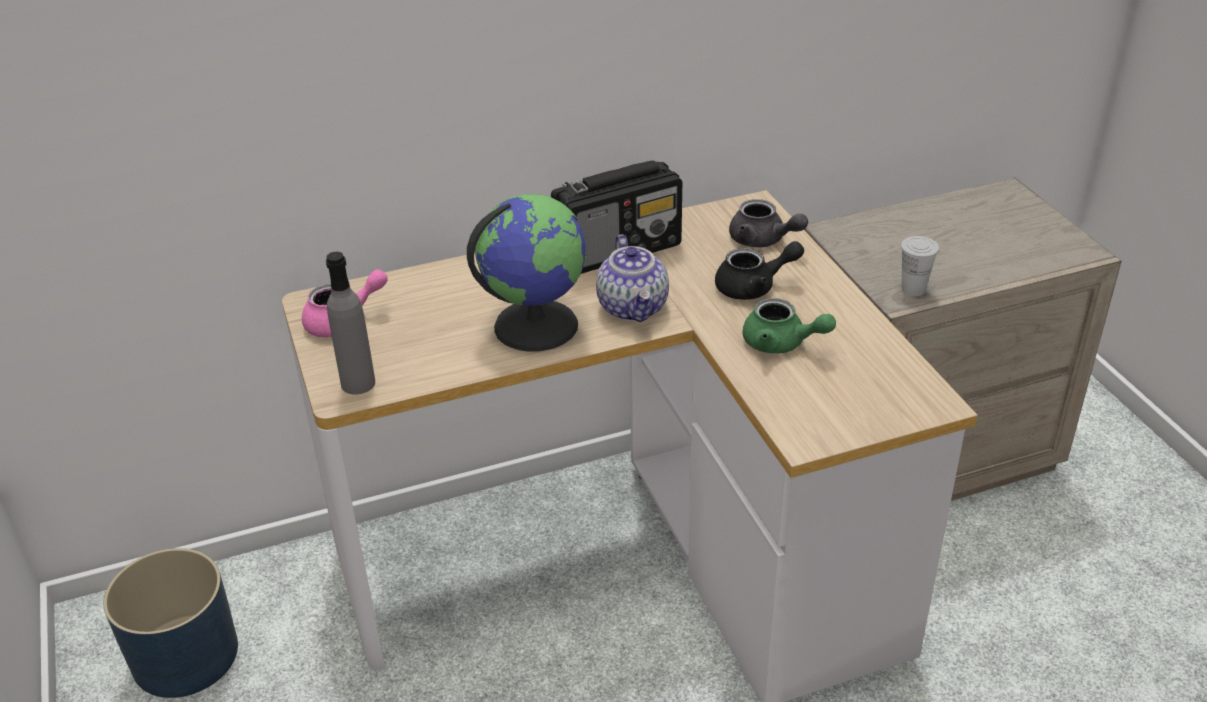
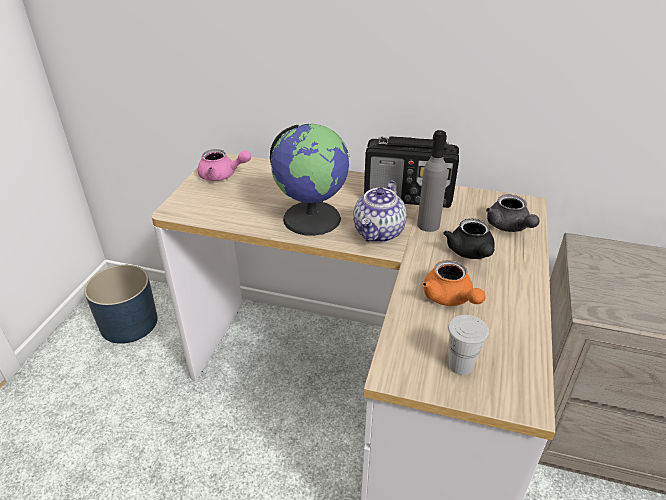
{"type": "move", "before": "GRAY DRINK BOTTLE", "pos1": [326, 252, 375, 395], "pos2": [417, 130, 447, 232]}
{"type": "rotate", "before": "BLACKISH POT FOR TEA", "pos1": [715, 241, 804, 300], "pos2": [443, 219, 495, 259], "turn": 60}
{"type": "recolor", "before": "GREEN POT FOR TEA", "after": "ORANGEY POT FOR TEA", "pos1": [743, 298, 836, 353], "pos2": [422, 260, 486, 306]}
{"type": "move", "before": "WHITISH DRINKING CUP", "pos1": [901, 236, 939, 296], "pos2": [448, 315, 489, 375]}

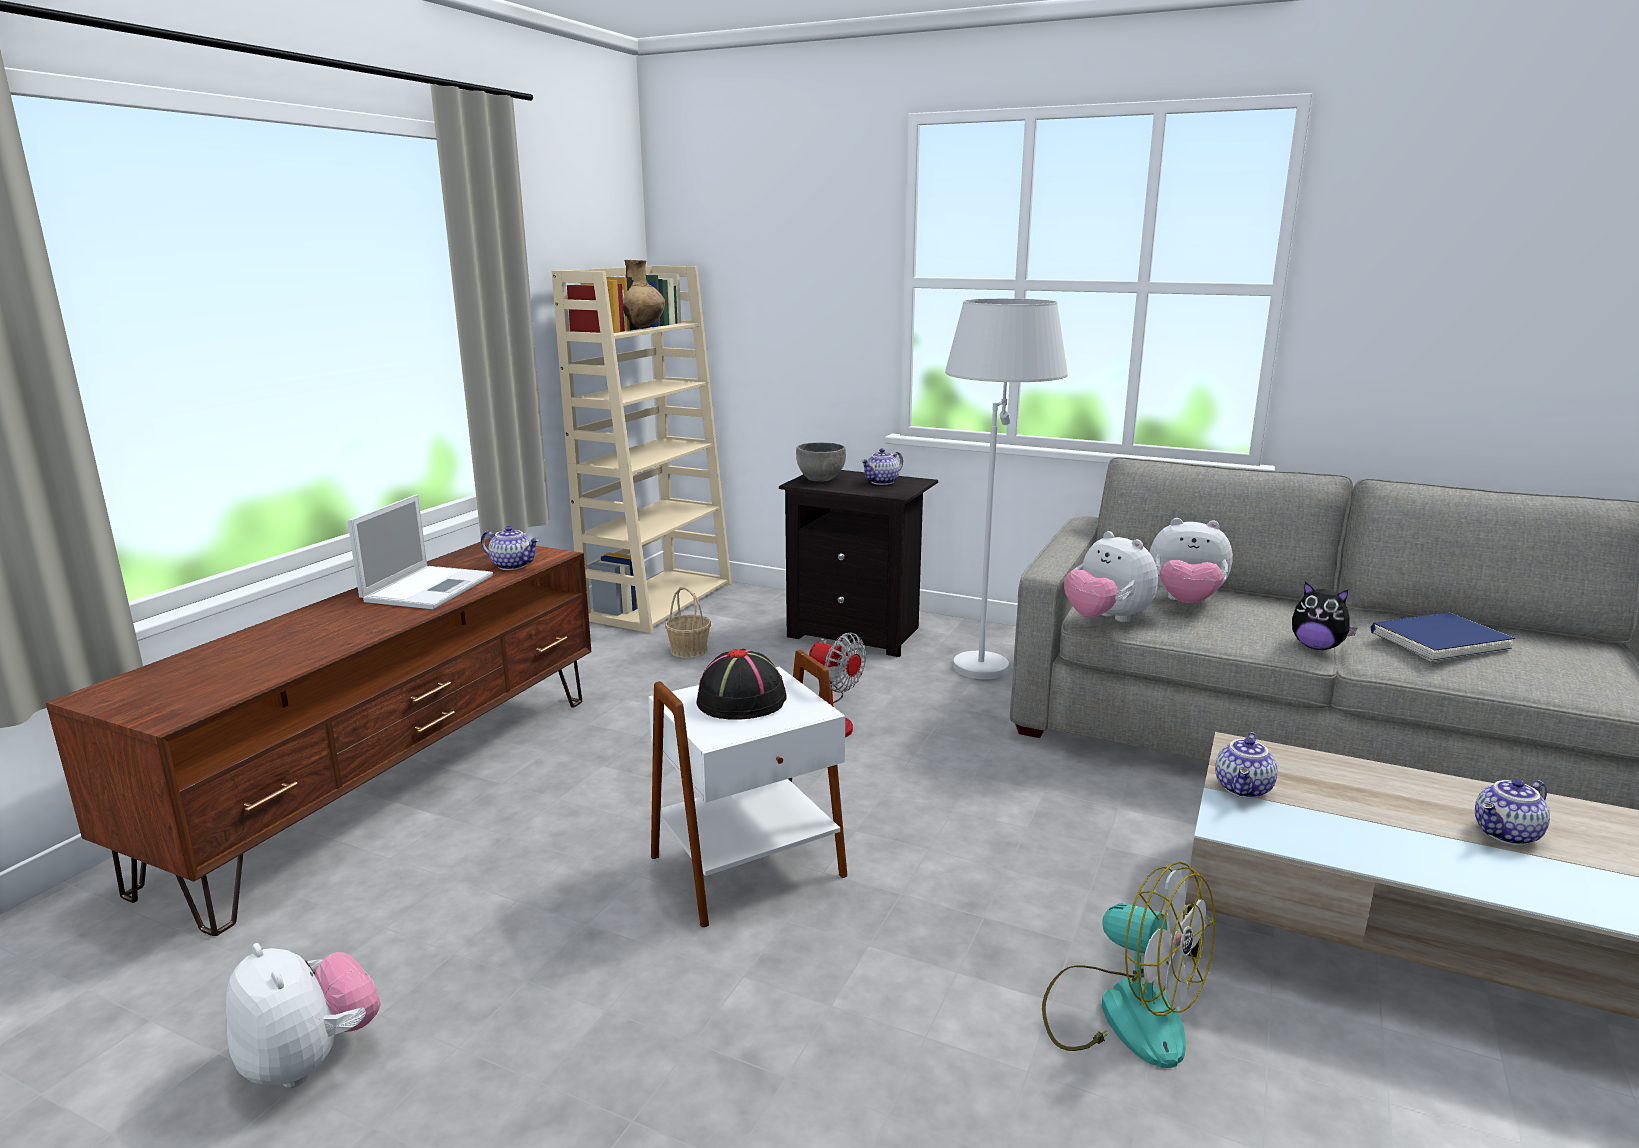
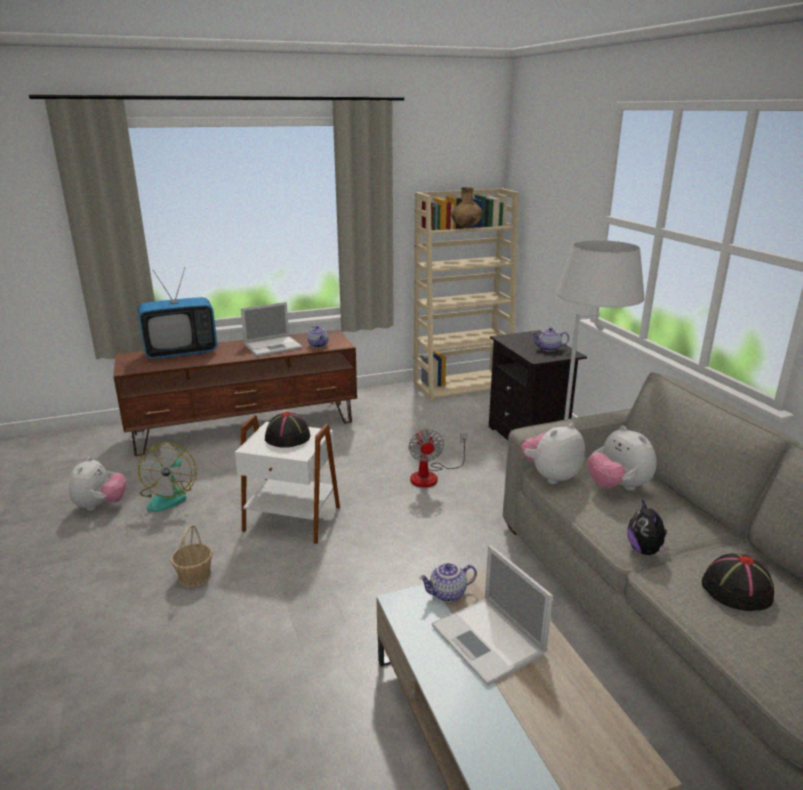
{"type": "move", "before": "HOUSEHOLD BASKET", "pos1": [665, 586, 711, 658], "pos2": [171, 524, 213, 587]}
{"type": "delete", "before": "GRAY BOWL", "pos1": [796, 443, 846, 482]}
{"type": "move", "before": "COOLING FAN", "pos1": [1042, 861, 1215, 1068], "pos2": [138, 442, 197, 512]}
{"type": "rotate", "before": "PLUSH TOY", "pos1": [1064, 531, 1158, 622], "pos2": [521, 423, 585, 484], "turn": 45}
{"type": "replace", "before": "BLUE-COLOURED BOOK", "after": "BLACKISH CLOTHING HAT", "pos1": [1371, 612, 1515, 662], "pos2": [702, 553, 774, 611]}
{"type": "delete", "before": "POT FOR TEA", "pos1": [1475, 779, 1550, 846]}
{"type": "insert", "after": "TV SET", "pos2": [138, 267, 218, 359]}
{"type": "insert", "after": "PORTABLE COMPUTER", "pos2": [432, 545, 553, 686]}

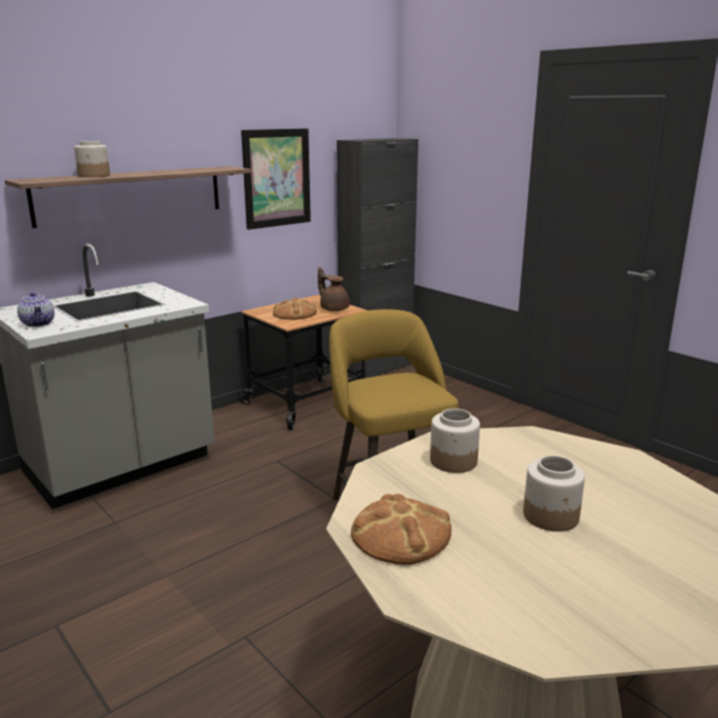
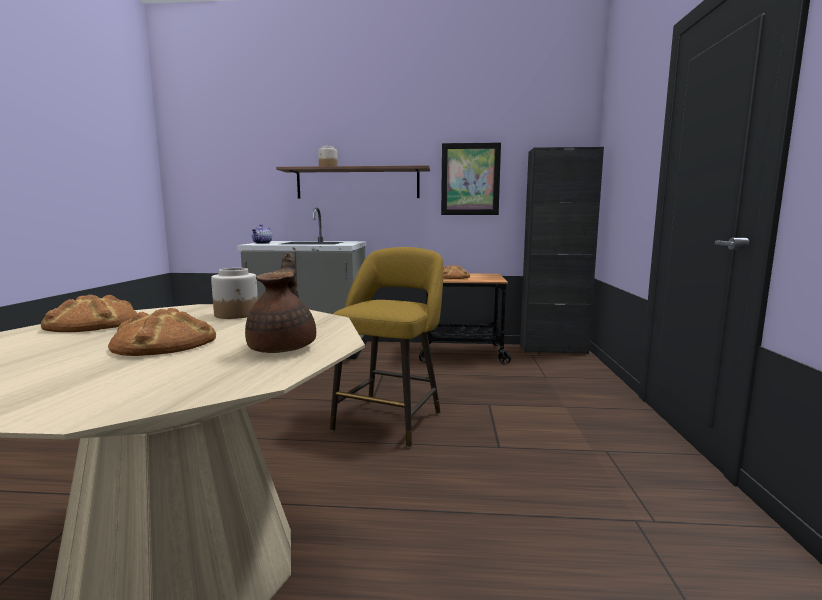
{"type": "move", "before": "BROWN POT FOR TEA", "pos1": [318, 267, 350, 311], "pos2": [245, 253, 316, 353]}
{"type": "replace", "before": "JAR", "after": "BAKED BREAD", "pos1": [523, 455, 585, 532], "pos2": [108, 308, 216, 356]}

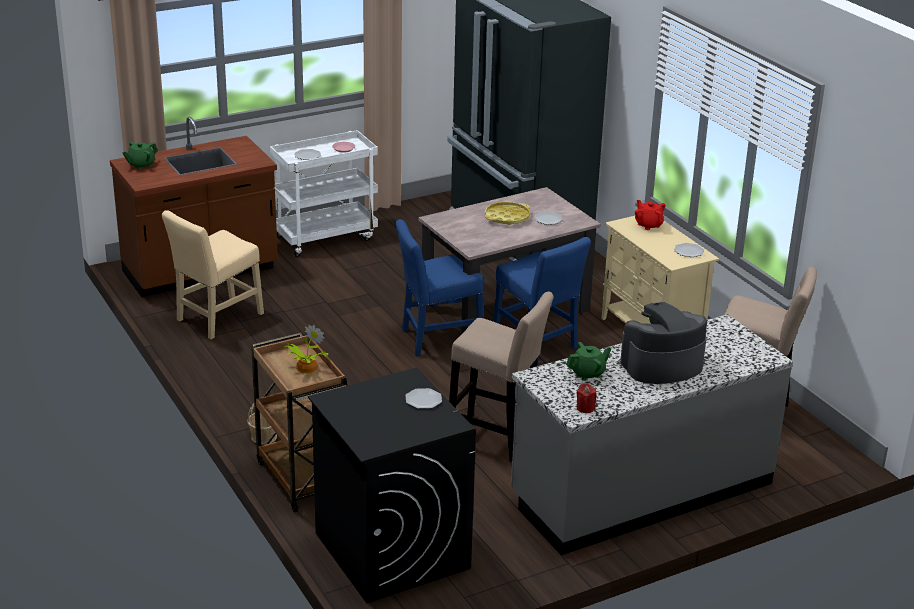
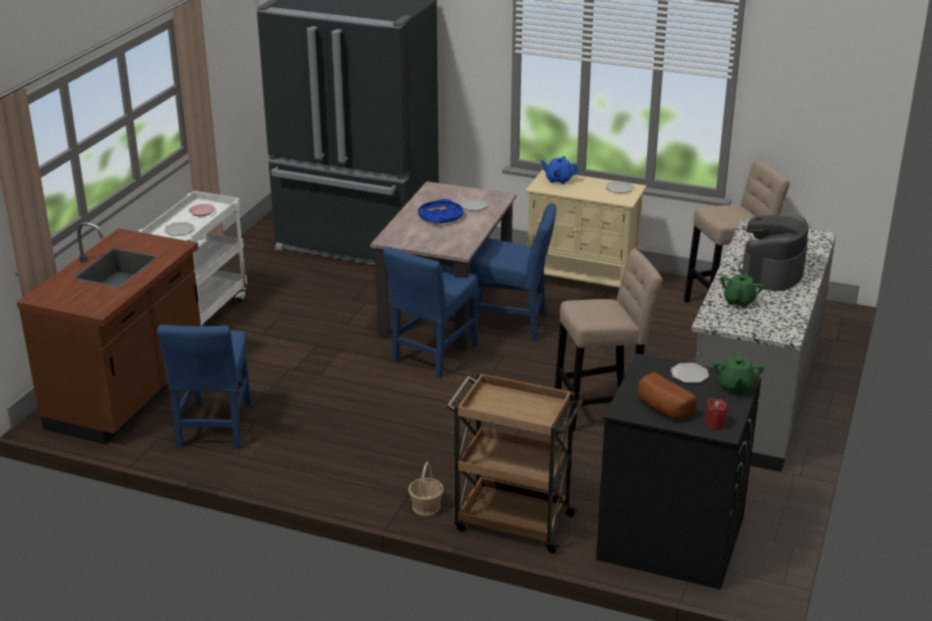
{"type": "move", "before": "GREEN POT FOR TEA", "pos1": [122, 142, 158, 170], "pos2": [713, 351, 764, 394]}
{"type": "recolor", "before": "BEIGE CHAIR", "after": "BLUE-COLOURED CHAIR", "pos1": [162, 210, 264, 339], "pos2": [157, 325, 252, 449]}
{"type": "delete", "before": "PLANT IN A POT", "pos1": [284, 325, 329, 373]}
{"type": "recolor", "before": "YELLOW CARRYING TRAY", "after": "BLUE-COLOURED CARRYING TRAY", "pos1": [485, 202, 530, 225], "pos2": [418, 199, 463, 223]}
{"type": "move", "before": "RED CANDLE", "pos1": [577, 383, 596, 413], "pos2": [705, 398, 727, 430]}
{"type": "recolor", "before": "RED POT FOR TEA", "after": "BLUE-COLOURED POT FOR TEA", "pos1": [635, 200, 666, 230], "pos2": [541, 156, 578, 185]}
{"type": "insert", "after": "BAKED BREAD", "pos2": [638, 372, 697, 420]}

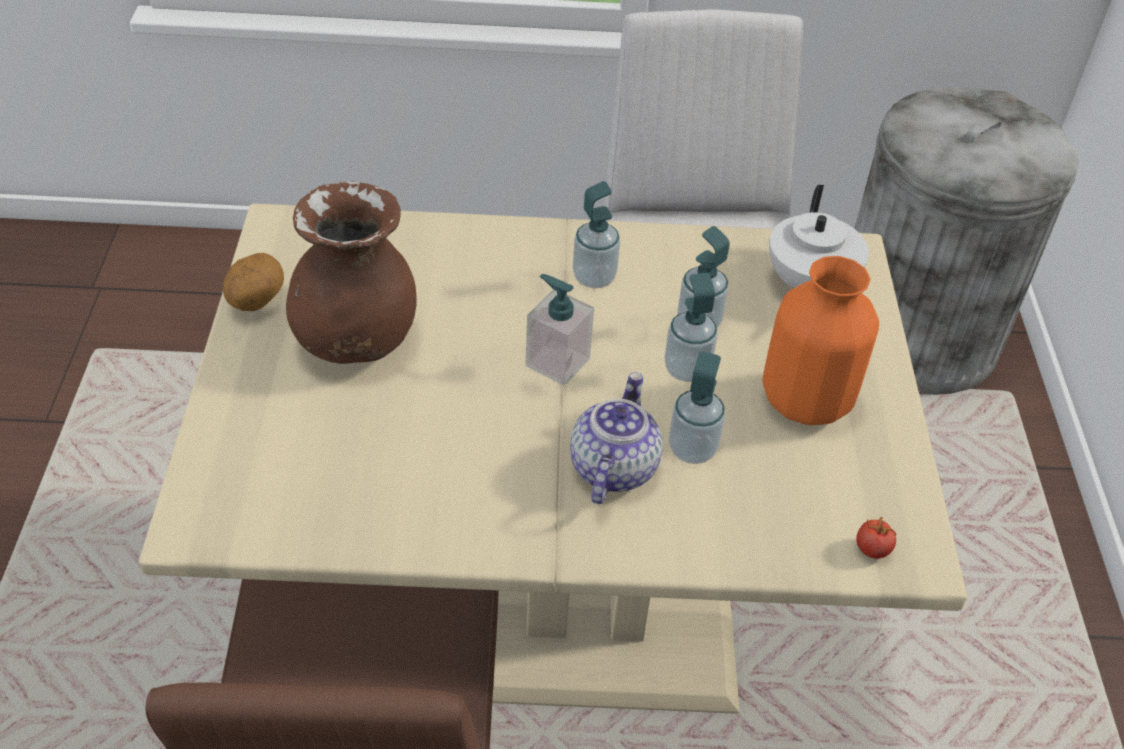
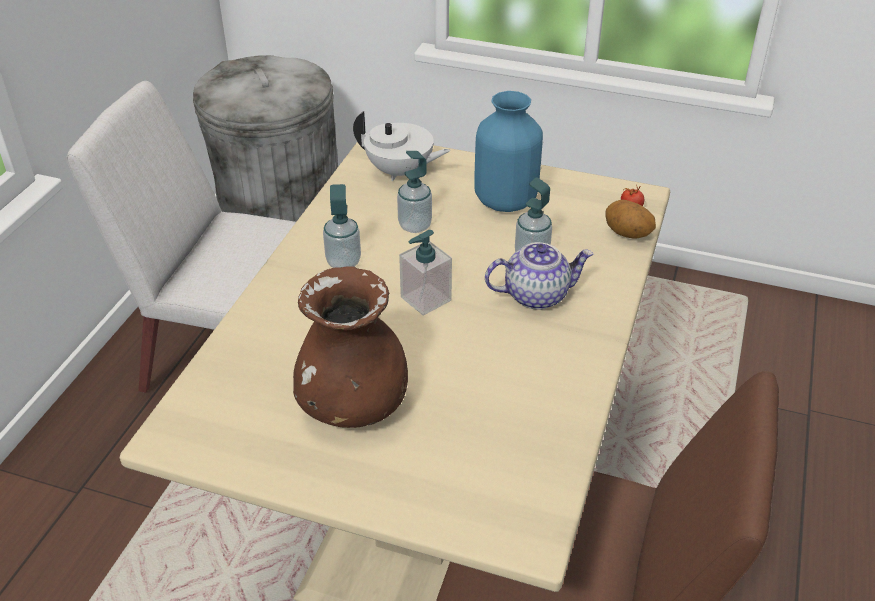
{"type": "move", "before": "POTATO", "pos1": [223, 253, 284, 311], "pos2": [605, 200, 656, 239]}
{"type": "rotate", "before": "POT FOR TEA", "pos1": [570, 372, 663, 504], "pos2": [485, 242, 594, 310], "turn": 135}
{"type": "delete", "before": "SOAP BOTTLE", "pos1": [664, 273, 718, 382]}
{"type": "recolor", "before": "ORANGEY DECORATIVE VASE", "after": "BLUE-COLOURED DECORATIVE VASE", "pos1": [763, 256, 879, 425], "pos2": [474, 91, 543, 212]}

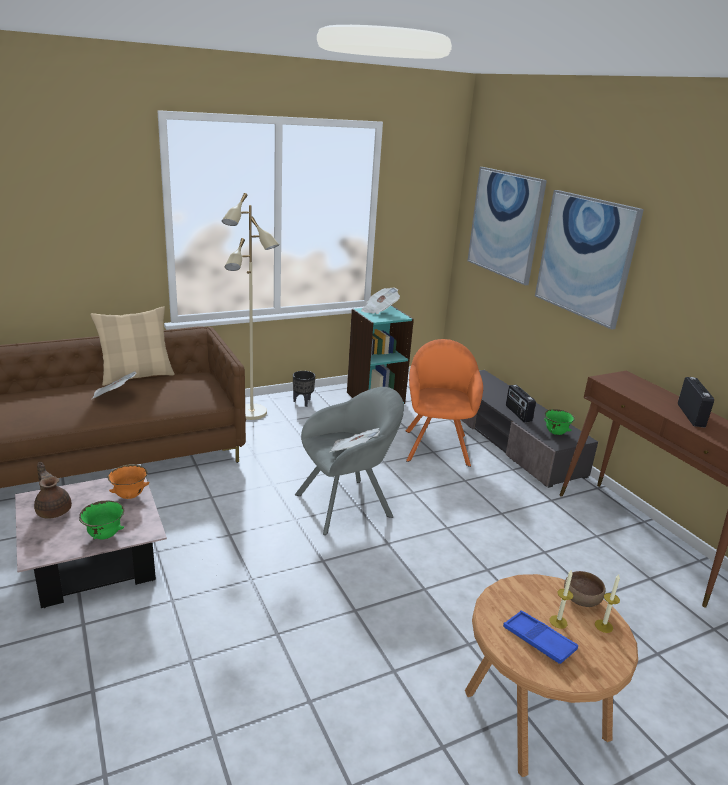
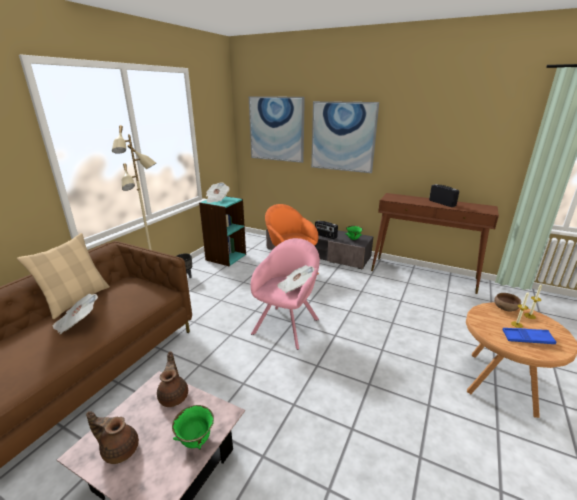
{"type": "replace", "before": "ORANGEY BOWL", "after": "BROWN POT FOR TEA", "pos1": [108, 464, 150, 499], "pos2": [157, 351, 188, 407]}
{"type": "recolor", "before": "GRAY EASY CHAIR", "after": "PINK EASY CHAIR", "pos1": [295, 387, 404, 535], "pos2": [251, 238, 320, 350]}

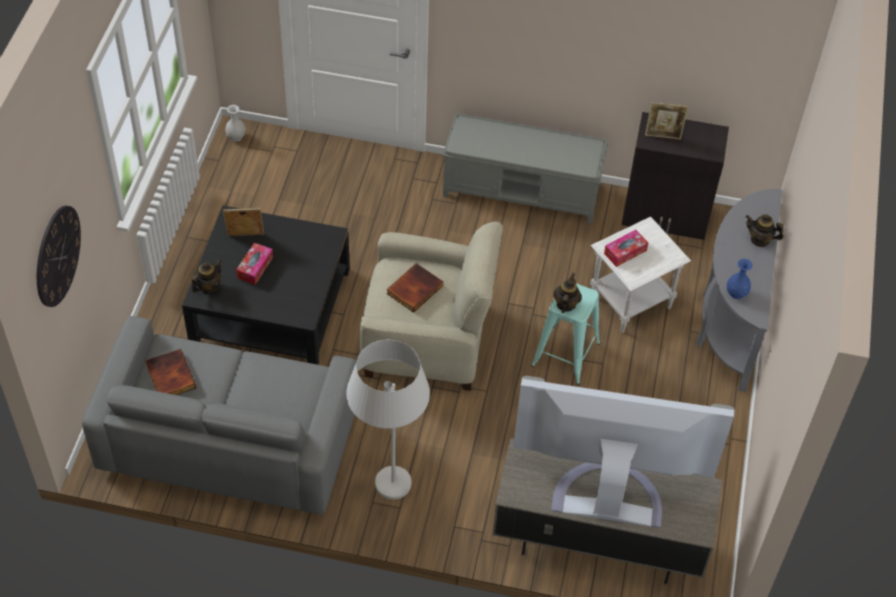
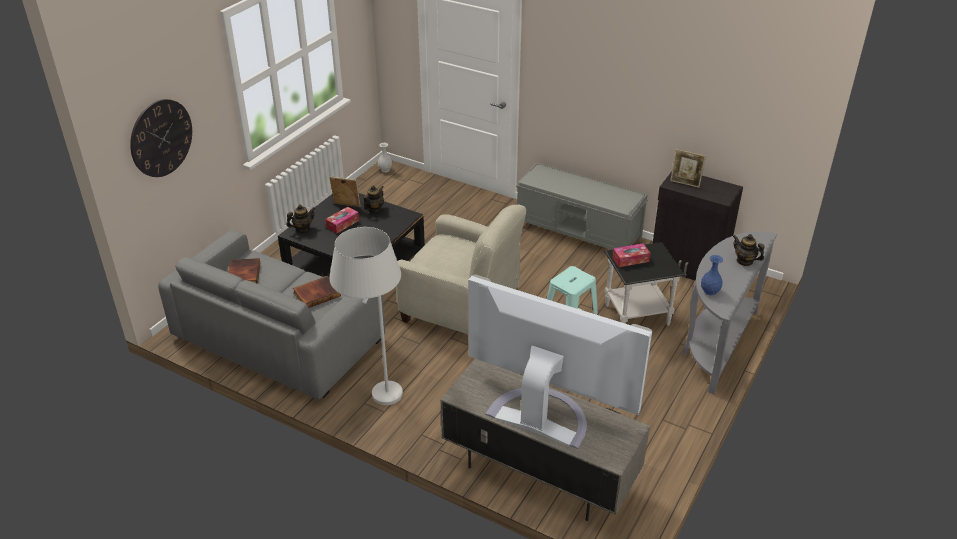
{"type": "move", "before": "BOOK", "pos1": [386, 263, 443, 313], "pos2": [293, 276, 341, 308]}
{"type": "move", "before": "POT FOR TEA", "pos1": [554, 273, 582, 313], "pos2": [364, 186, 384, 213]}
{"type": "recolor", "before": "WHITISH ACCENT TABLE", "after": "BLACKISH ACCENT TABLE", "pos1": [590, 217, 691, 333], "pos2": [604, 242, 685, 326]}

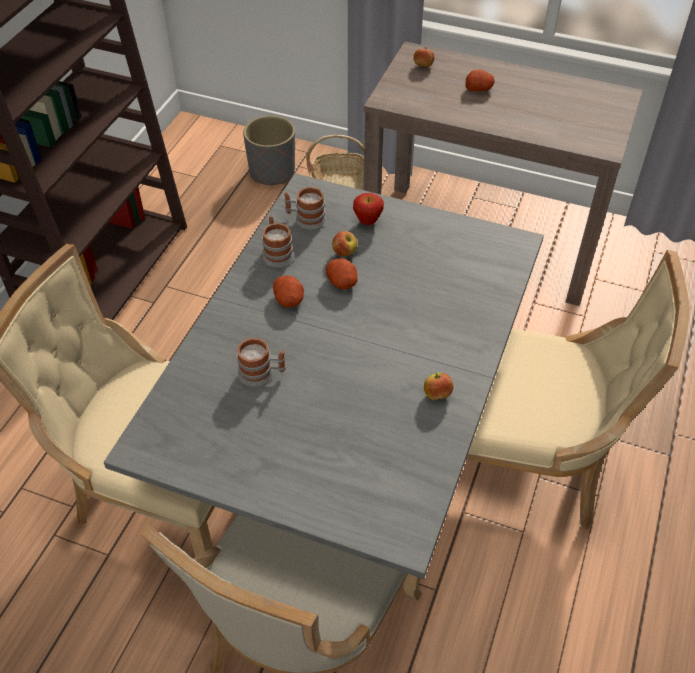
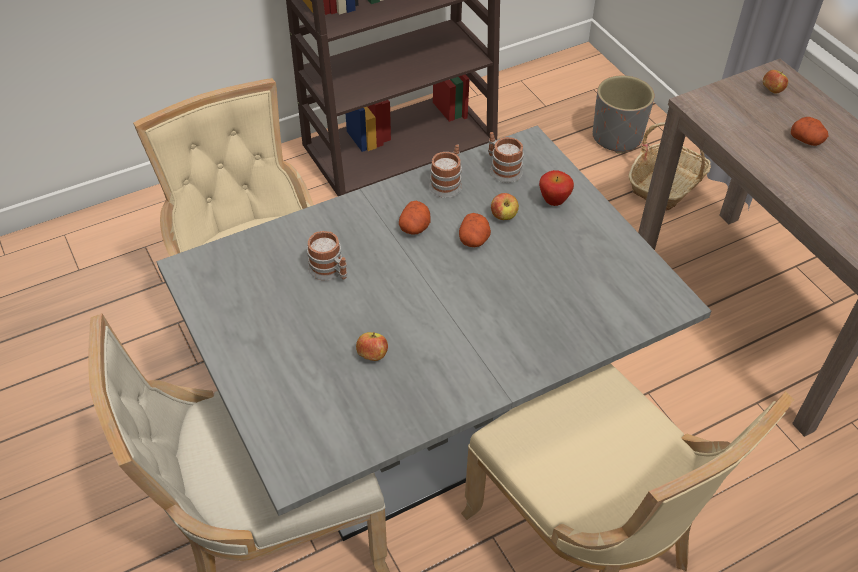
{"type": "move", "before": "WHOLE APPLE", "pos1": [424, 373, 453, 400], "pos2": [356, 332, 388, 361]}

